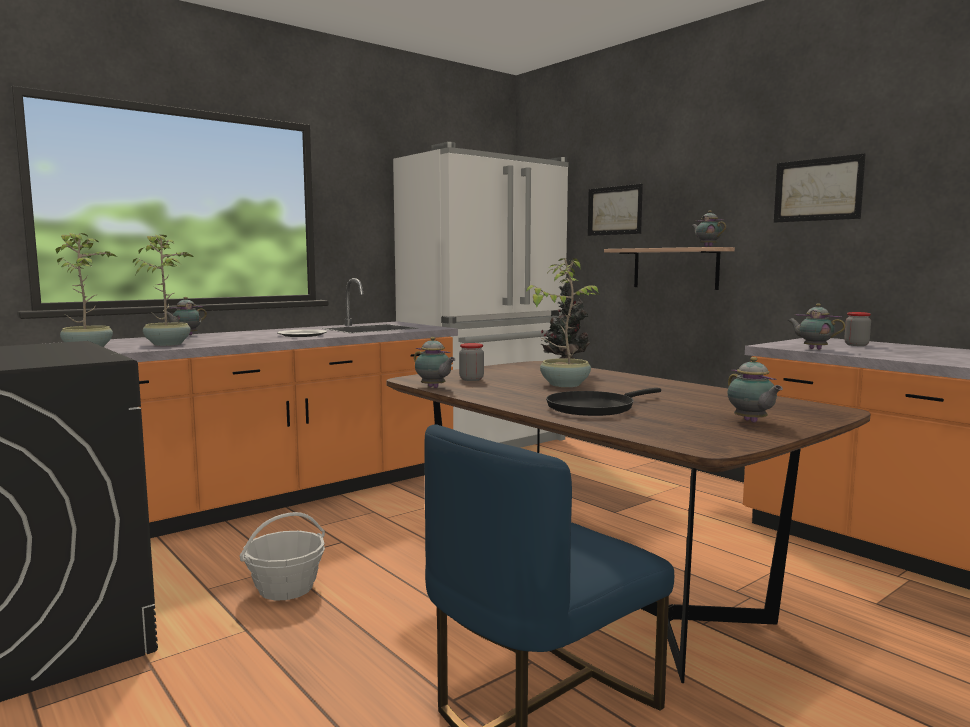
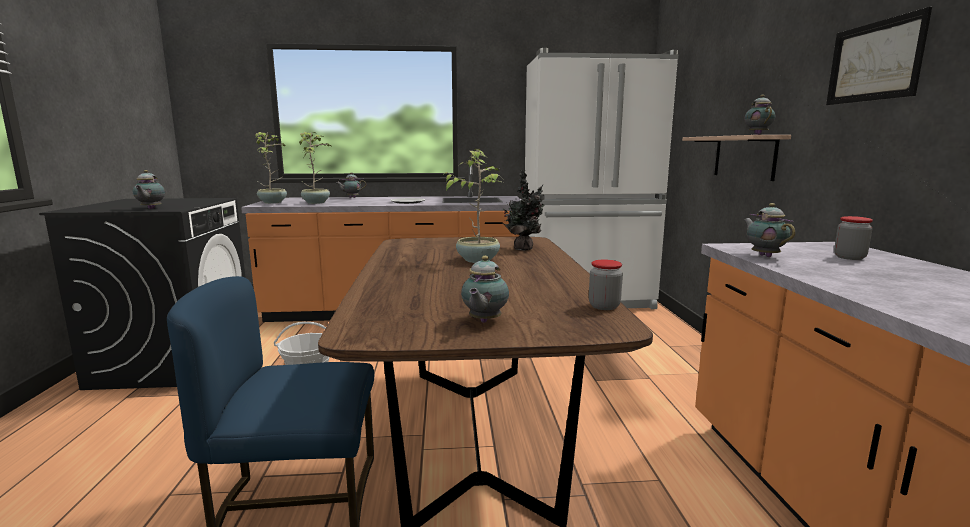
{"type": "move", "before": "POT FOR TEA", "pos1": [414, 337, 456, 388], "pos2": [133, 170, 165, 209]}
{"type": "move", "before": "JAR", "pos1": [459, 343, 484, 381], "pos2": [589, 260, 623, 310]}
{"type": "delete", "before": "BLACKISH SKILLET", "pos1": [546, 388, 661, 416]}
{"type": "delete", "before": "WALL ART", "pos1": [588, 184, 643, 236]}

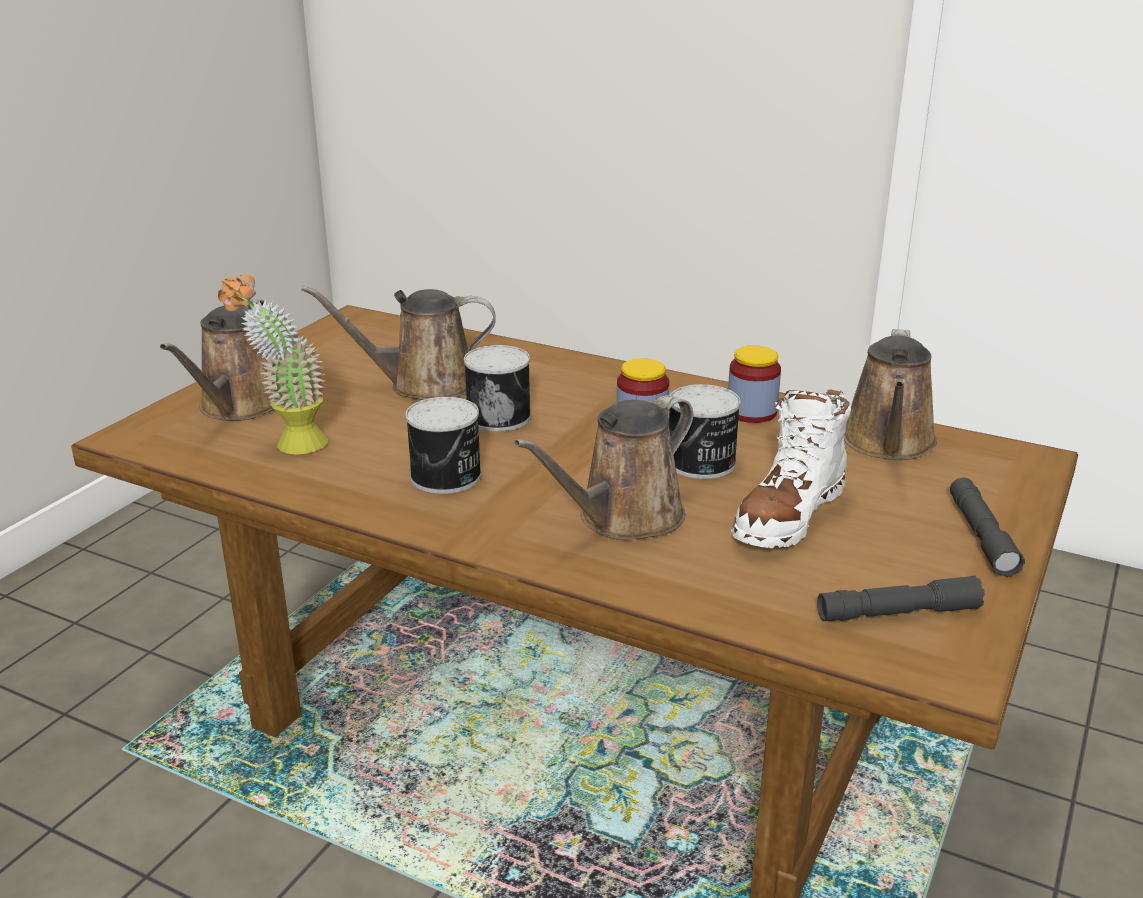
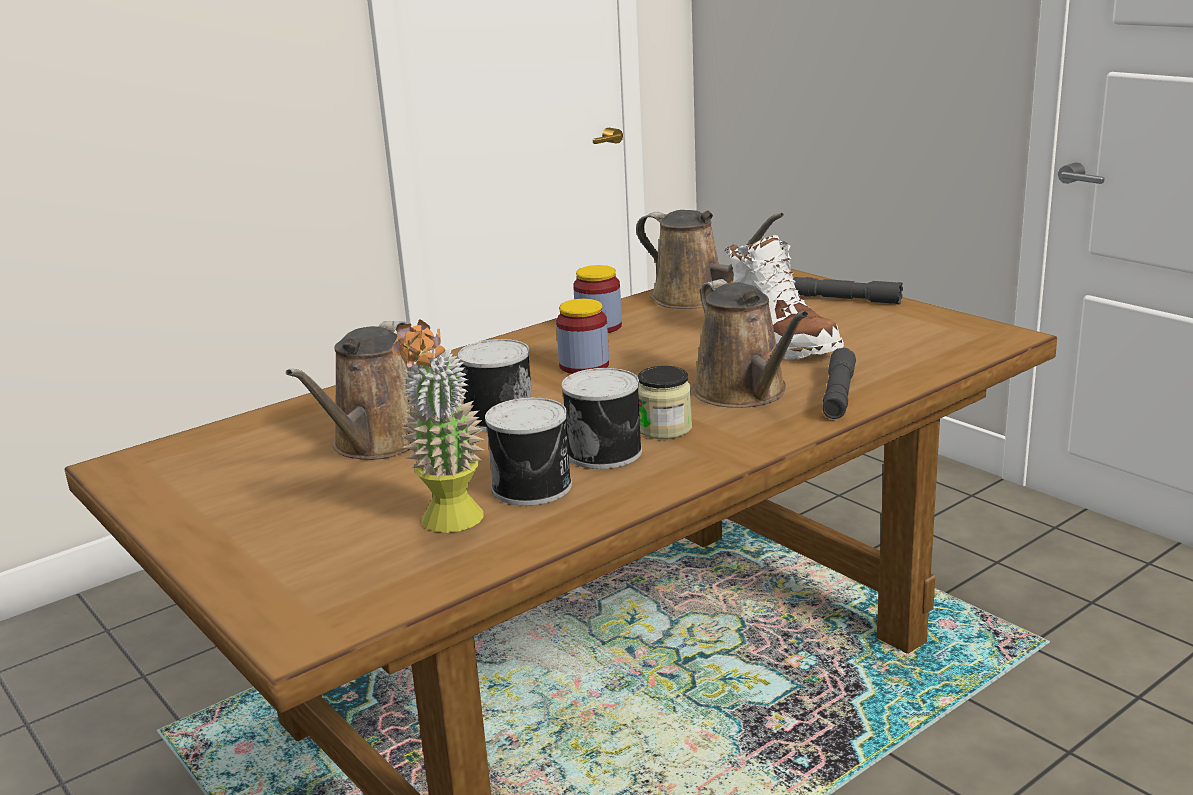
{"type": "delete", "before": "BROWN SPRINKLING CAN", "pos1": [160, 299, 278, 421]}
{"type": "move", "before": "SEALED CAN", "pos1": [669, 384, 741, 479], "pos2": [485, 398, 572, 506]}
{"type": "move", "before": "GRAY TORCH", "pos1": [817, 576, 985, 621], "pos2": [822, 348, 856, 419]}
{"type": "insert", "after": "JAR", "pos2": [638, 366, 692, 439]}

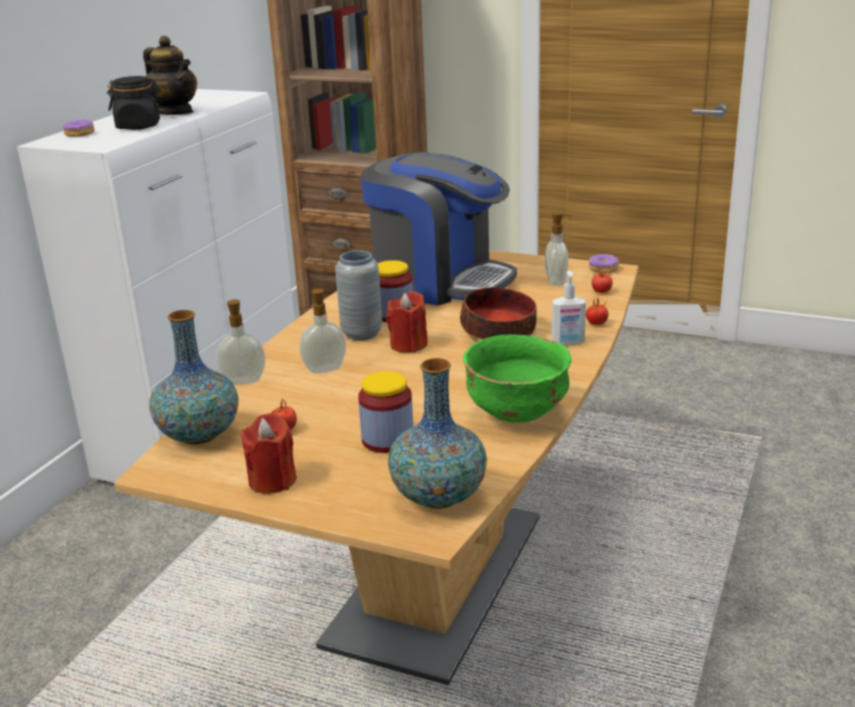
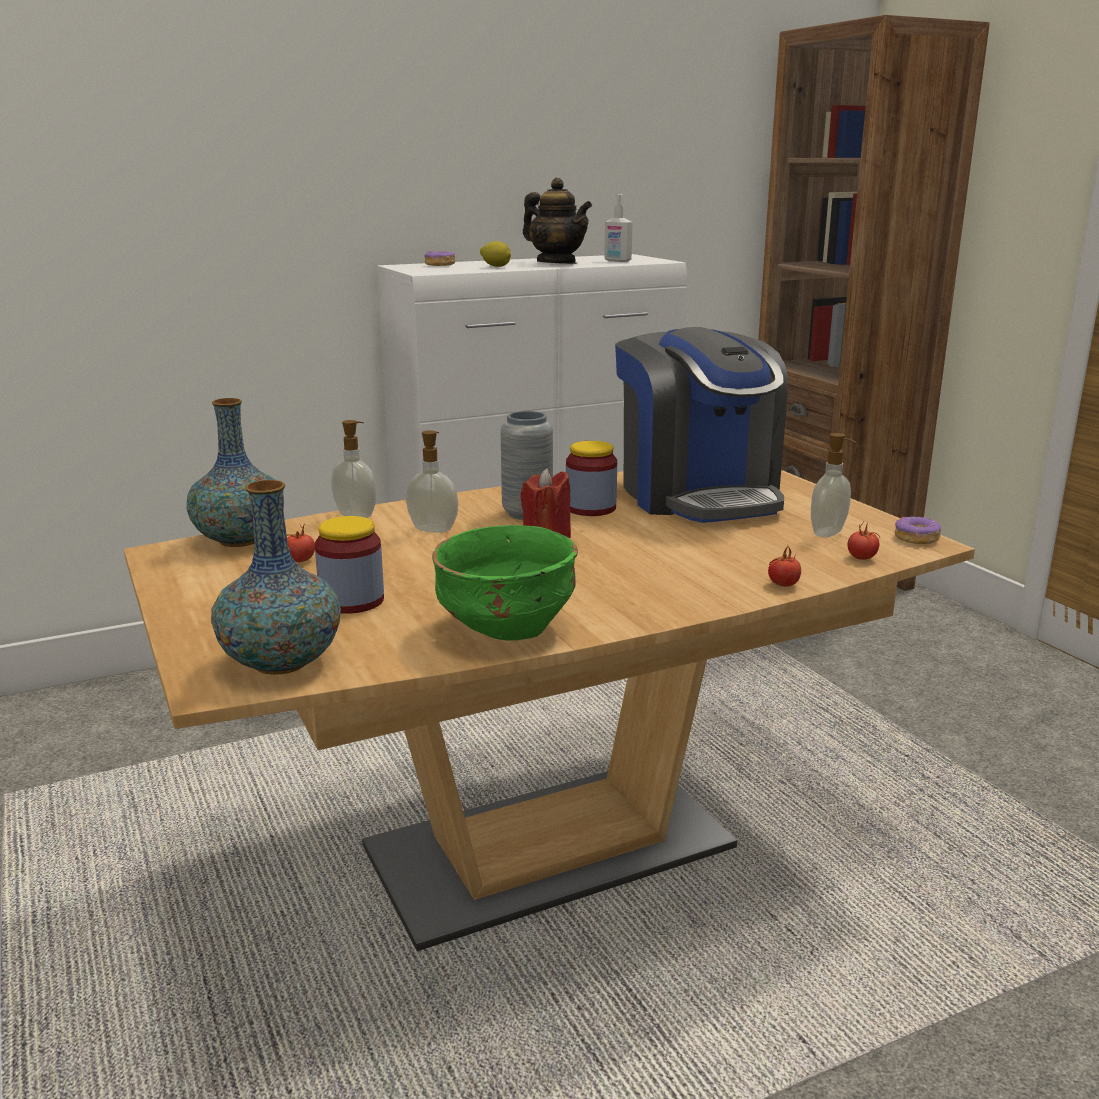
{"type": "replace", "before": "BLACKISH JAR", "after": "CITRUS FRUIT", "pos1": [107, 76, 161, 130], "pos2": [480, 241, 511, 267]}
{"type": "rotate", "before": "POT FOR TEA", "pos1": [143, 36, 197, 115], "pos2": [523, 178, 592, 264], "turn": -45}
{"type": "delete", "before": "RED CANDLE", "pos1": [240, 413, 297, 494]}
{"type": "delete", "before": "BOWL", "pos1": [460, 287, 536, 340]}
{"type": "move", "before": "SOAP BOTTLE", "pos1": [552, 271, 586, 345], "pos2": [604, 194, 633, 262]}

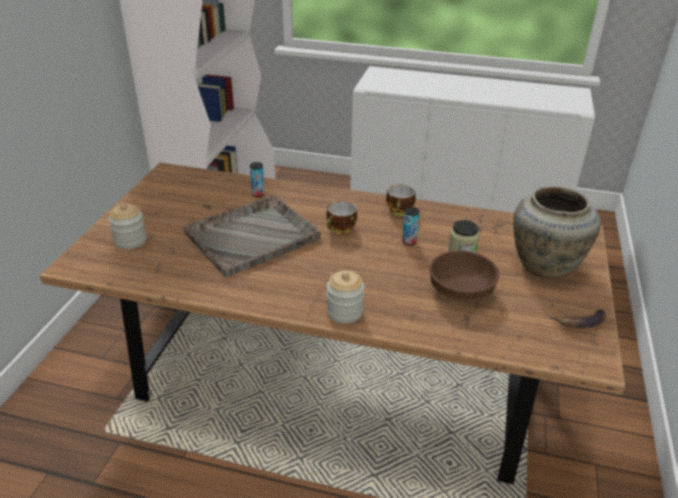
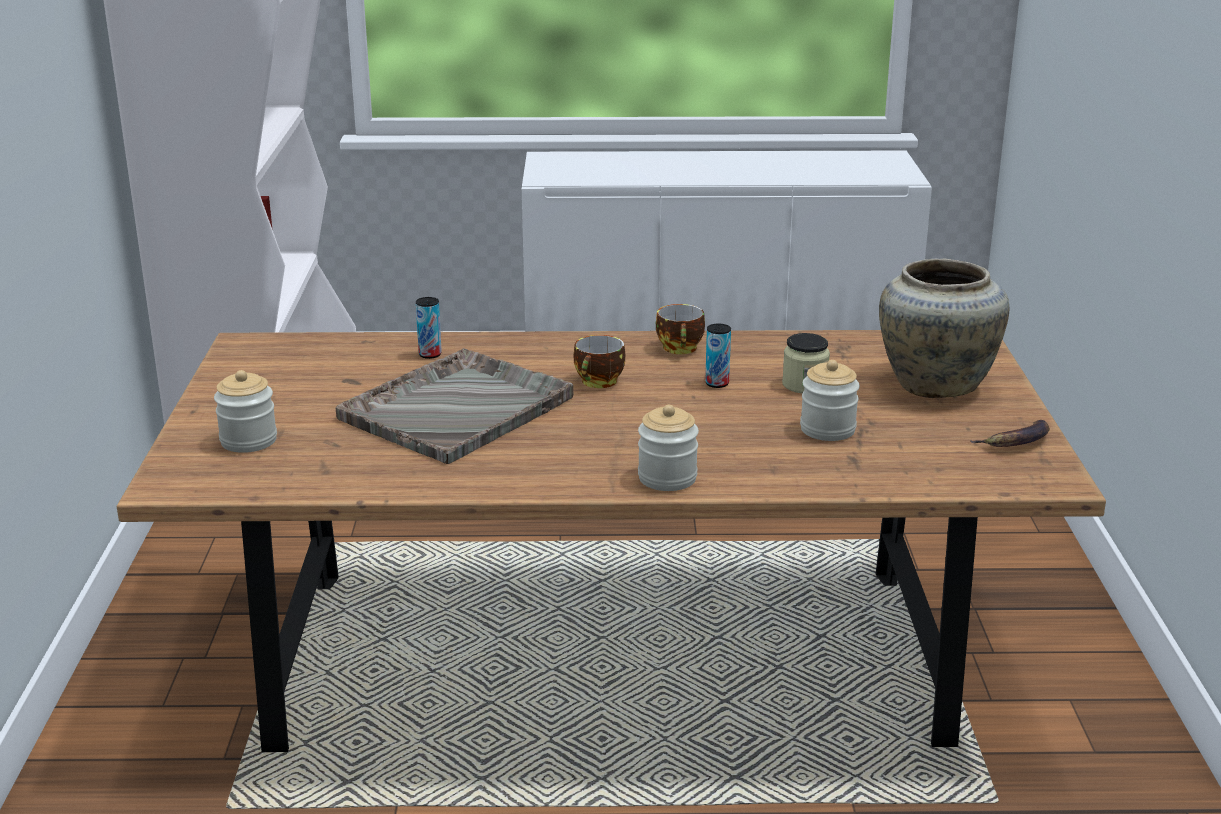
{"type": "replace", "before": "BROWN BOWL", "after": "JAR", "pos1": [429, 250, 499, 301], "pos2": [800, 360, 860, 441]}

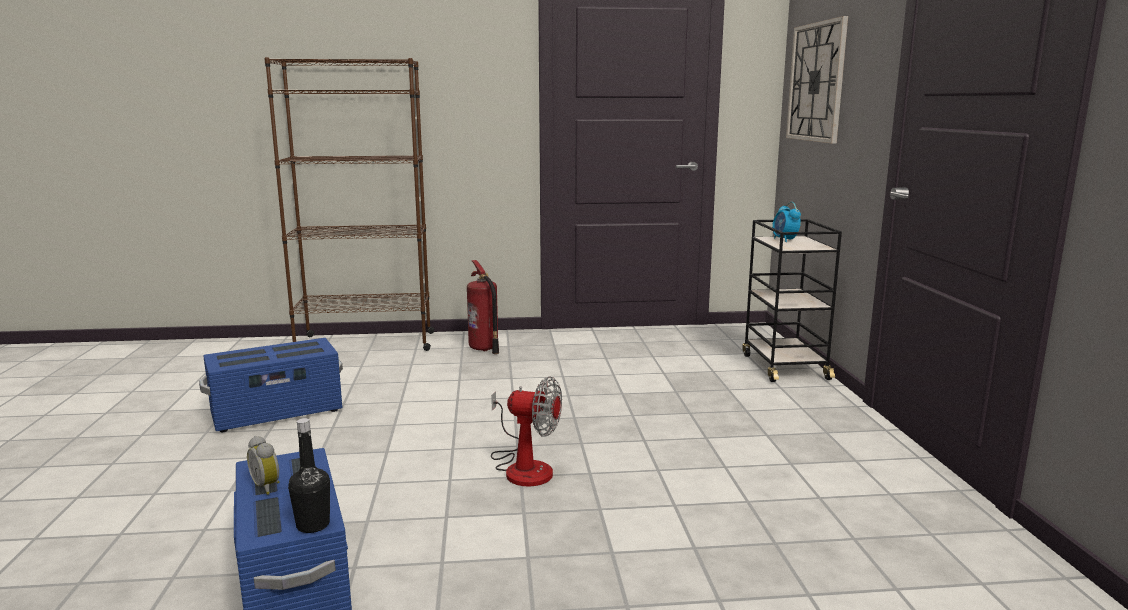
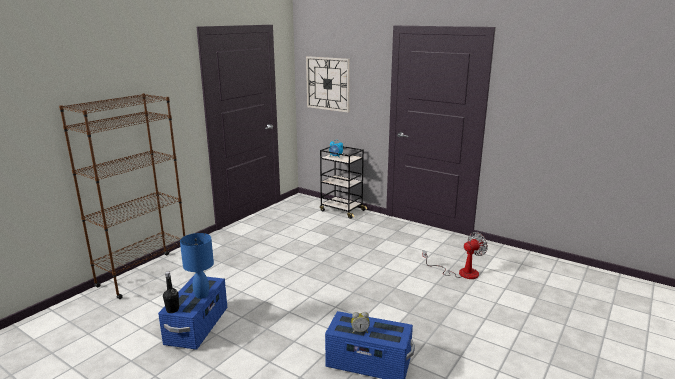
{"type": "move", "before": "BLACKISH DRINK BOTTLE", "pos1": [288, 418, 330, 533], "pos2": [163, 271, 179, 313]}
{"type": "delete", "before": "FIRE-FIGHTING CYLINDER", "pos1": [467, 260, 499, 354]}
{"type": "move", "before": "COOLING FAN", "pos1": [491, 376, 562, 487], "pos2": [422, 232, 488, 279]}
{"type": "insert", "after": "BLUE-COLOURED LAMP FOR A TABLE", "pos2": [180, 233, 214, 299]}

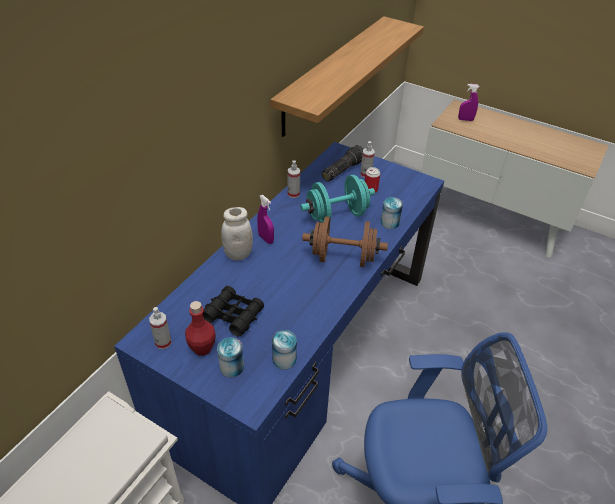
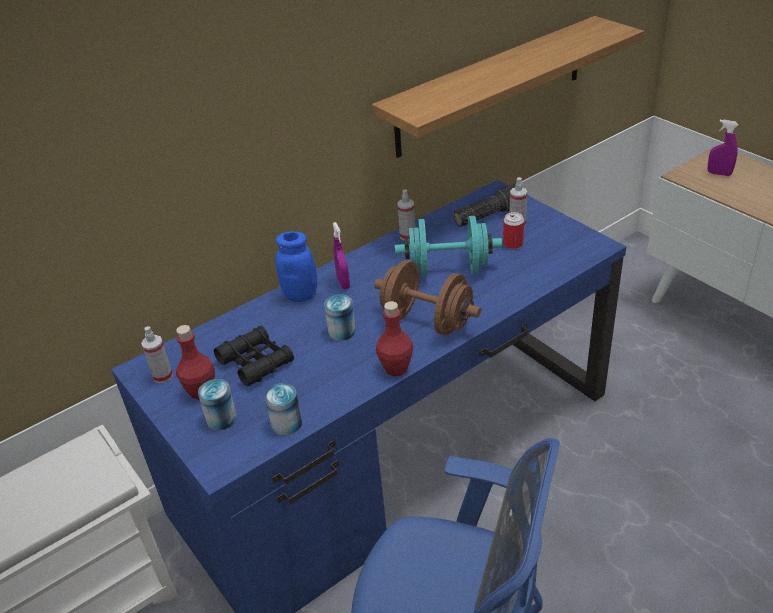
{"type": "recolor", "before": "WHITISH JAR", "after": "BLUE-COLOURED JAR", "pos1": [221, 207, 253, 261], "pos2": [275, 231, 317, 302]}
{"type": "move", "before": "SEALED CAN", "pos1": [381, 197, 403, 229], "pos2": [324, 295, 356, 341]}
{"type": "insert", "after": "RED DRINK BOTTLE", "pos2": [376, 301, 413, 376]}

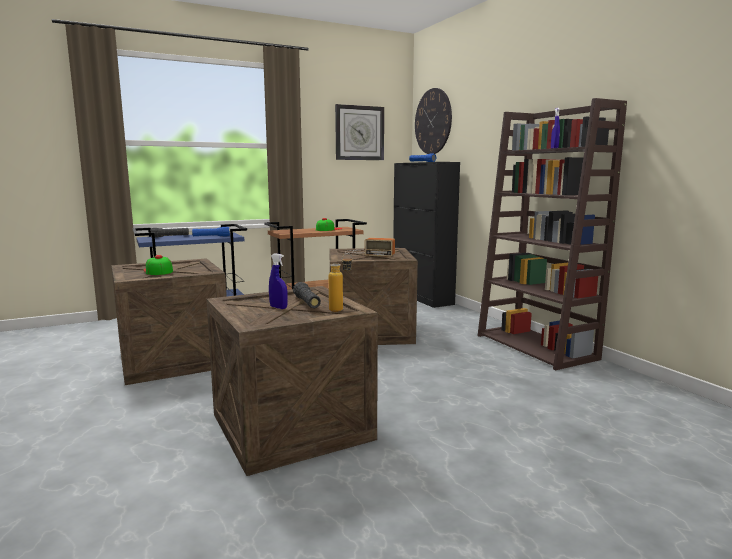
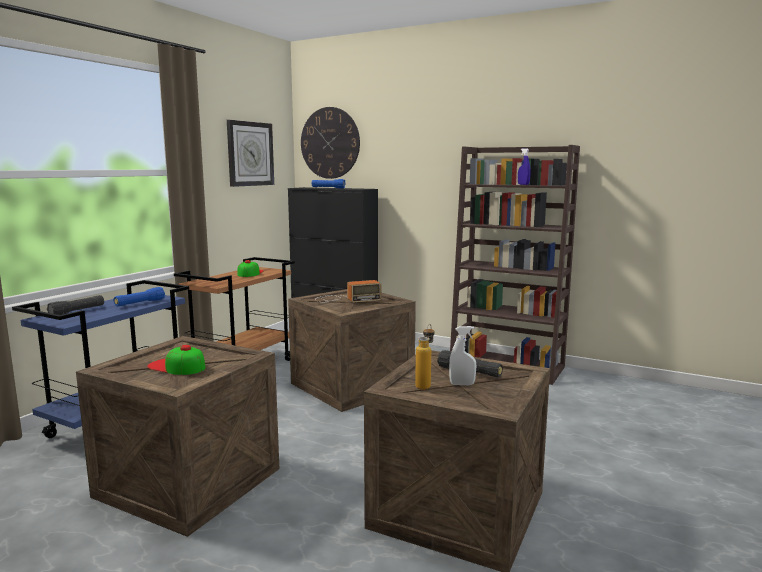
{"type": "recolor", "before": "BLUE-COLOURED HAND SPRAYER", "after": "WHITISH HAND SPRAYER", "pos1": [269, 253, 287, 309], "pos2": [449, 326, 477, 385]}
{"type": "move", "before": "DRINK BOTTLE", "pos1": [329, 253, 352, 312], "pos2": [415, 324, 434, 390]}

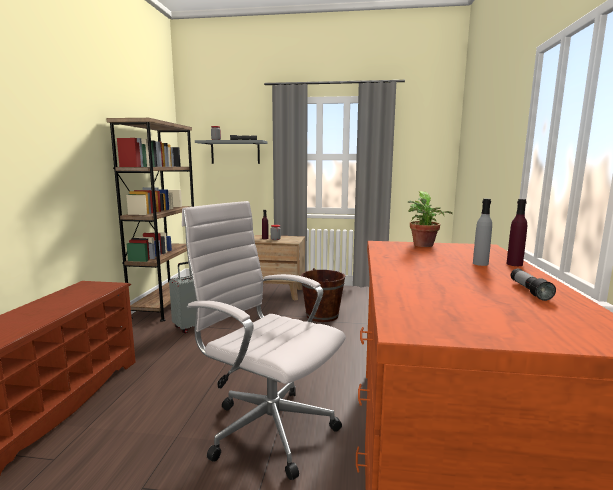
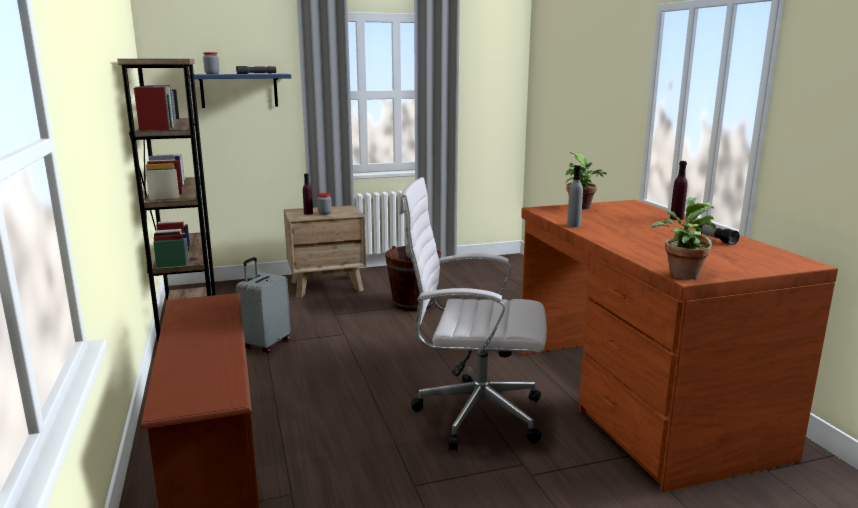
{"type": "recolor", "before": "GRAY SHELF", "after": "BLUE-COLOURED SHELF", "pos1": [195, 140, 268, 164], "pos2": [189, 74, 291, 108]}
{"type": "move", "before": "GRAY DRINK BOTTLE", "pos1": [473, 199, 492, 266], "pos2": [567, 165, 583, 227]}
{"type": "insert", "after": "PLANT IN A POT", "pos2": [651, 197, 717, 279]}

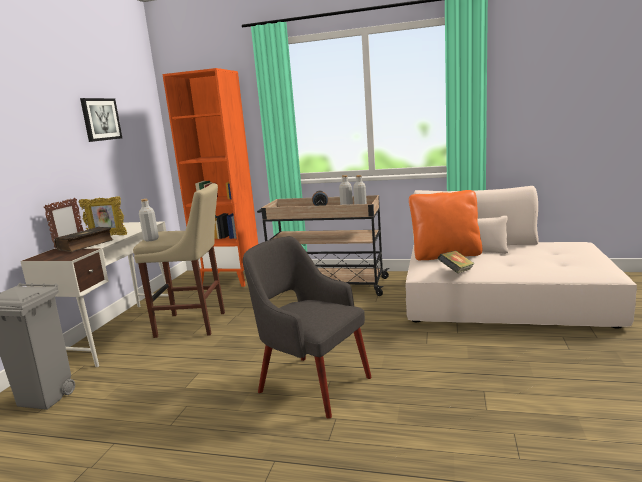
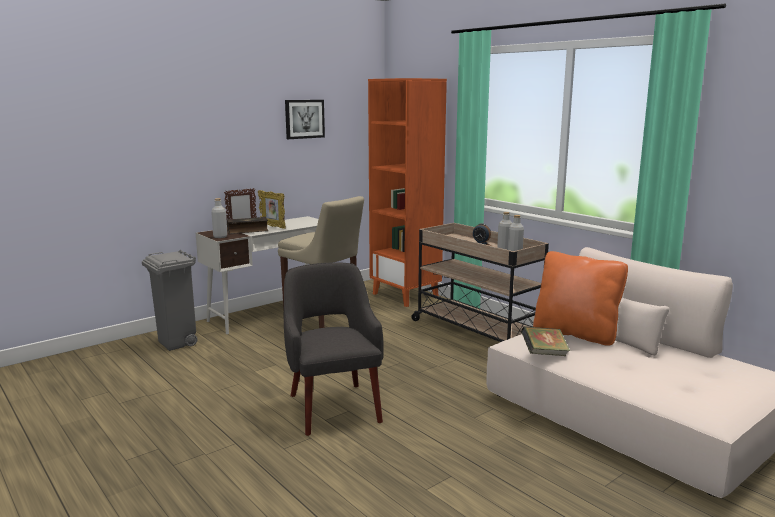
{"type": "move", "before": "GRAY DRINK BOTTLE", "pos1": [139, 199, 159, 241], "pos2": [211, 198, 227, 238]}

